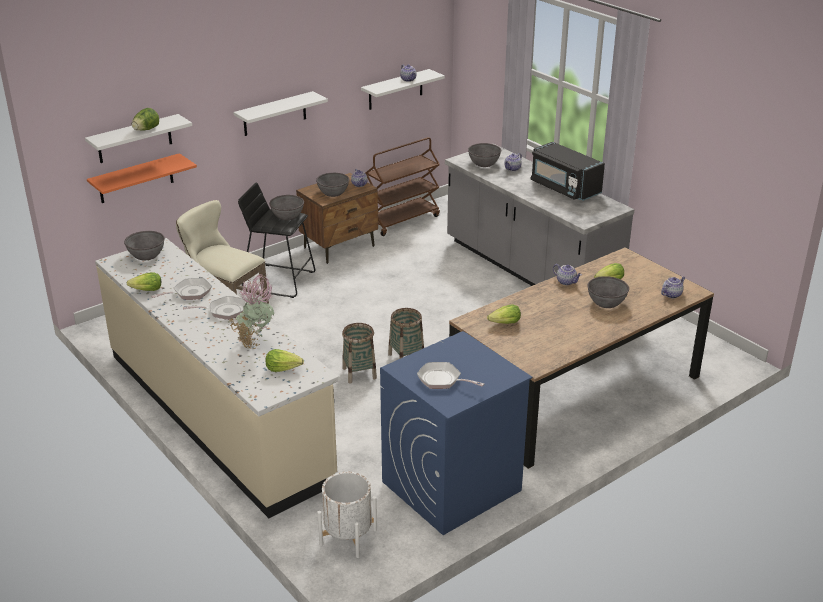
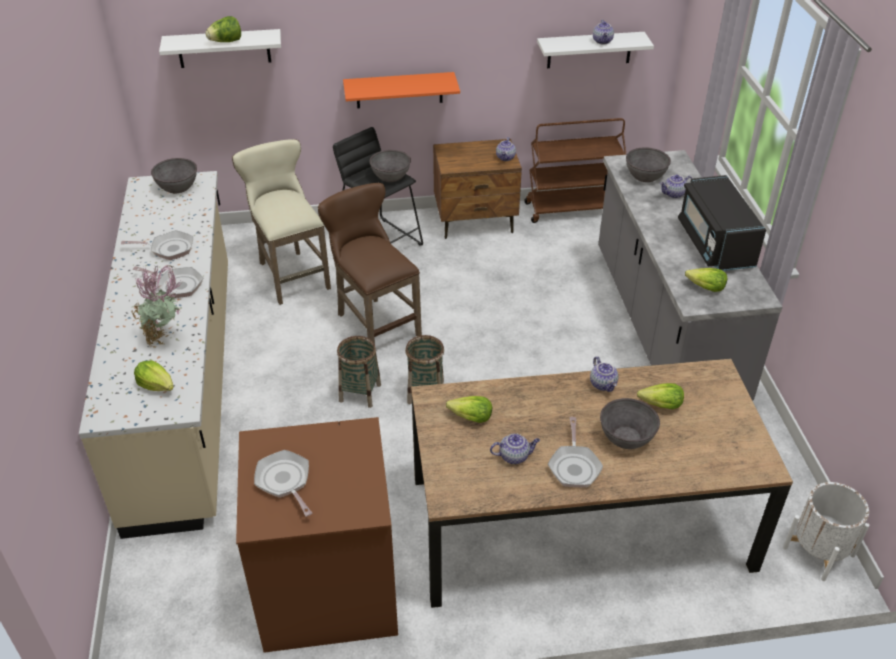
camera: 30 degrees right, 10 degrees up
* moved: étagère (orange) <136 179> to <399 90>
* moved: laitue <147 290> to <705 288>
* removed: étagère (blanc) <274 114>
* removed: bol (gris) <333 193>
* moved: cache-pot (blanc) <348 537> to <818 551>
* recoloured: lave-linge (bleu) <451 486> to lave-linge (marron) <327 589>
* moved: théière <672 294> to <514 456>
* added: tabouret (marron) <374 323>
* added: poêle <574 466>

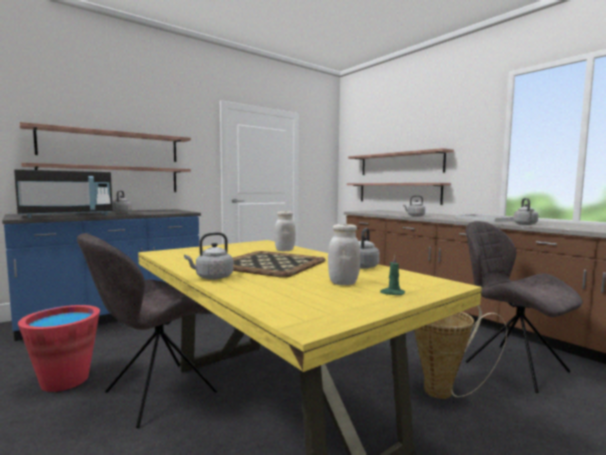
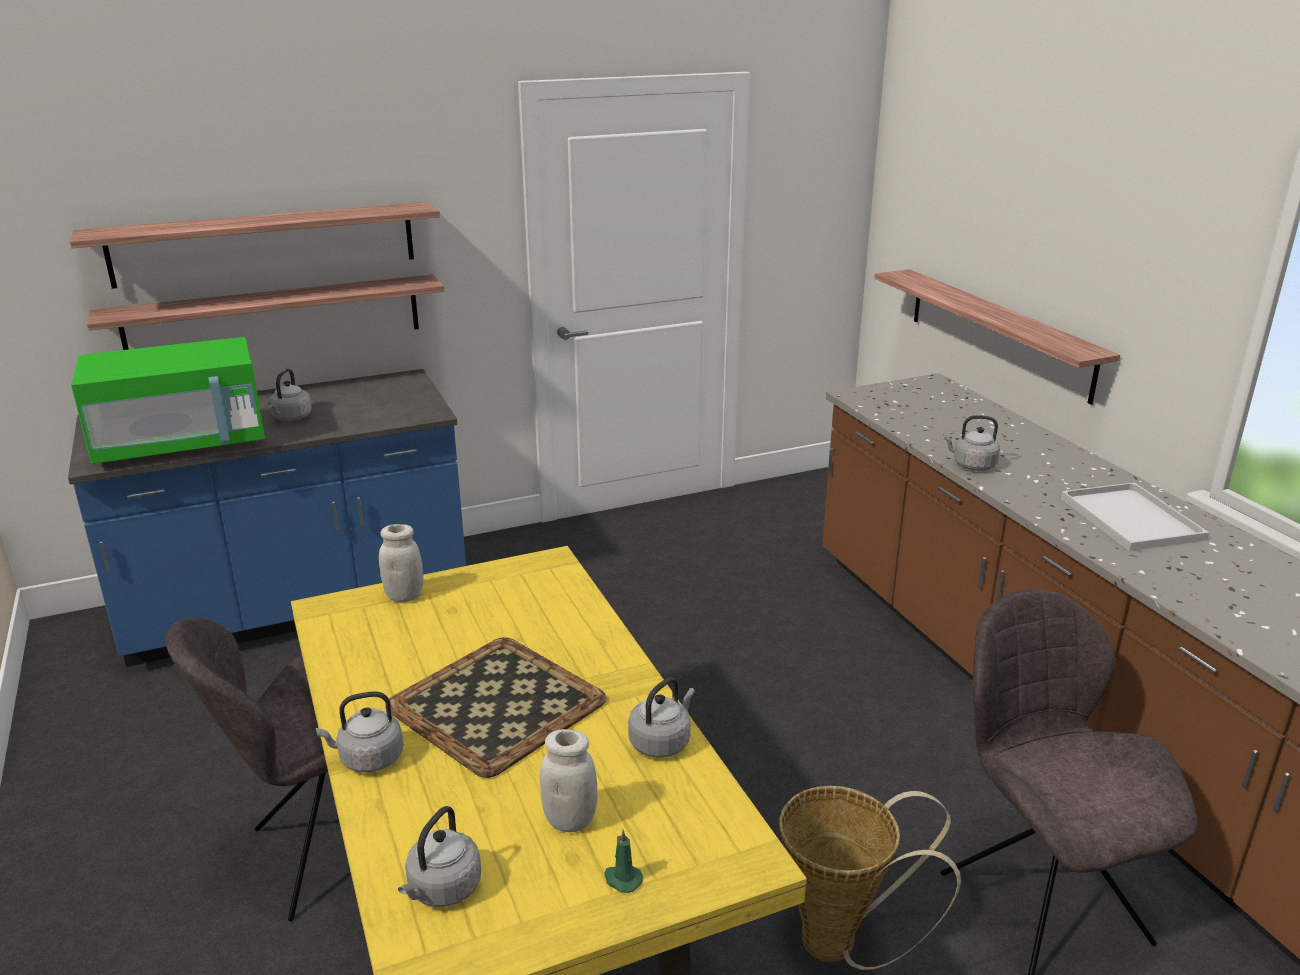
camera: 15 degrees right, 20 degrees up
* recoloured: micro-ondes (noir) <67 215> to micro-ondes (vert) <182 444>
* removed: seau (rouge) <65 380>
* moved: bocal (blanc) <284 250> to <404 596>
* removed: étagère <400 163>
* moved: bouilloire (gris) <525 224> to <442 890>

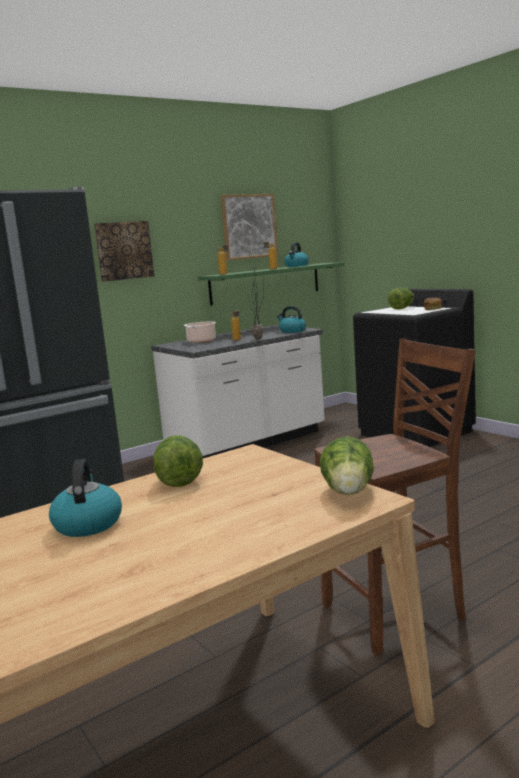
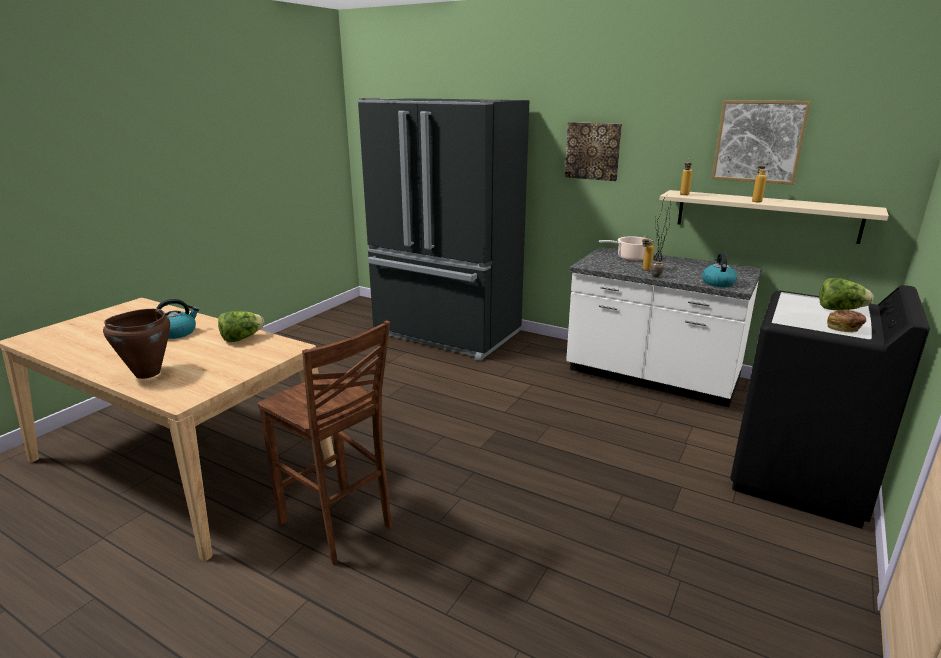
camera: 65 degrees right, 10 degrees up
* recoloured: étagère (vert) <265 283> to étagère (beige) <766 215>
* removed: bouilloire <296 266>
* removed: laitue <349 493>
* added: marmite (marron) <147 373>

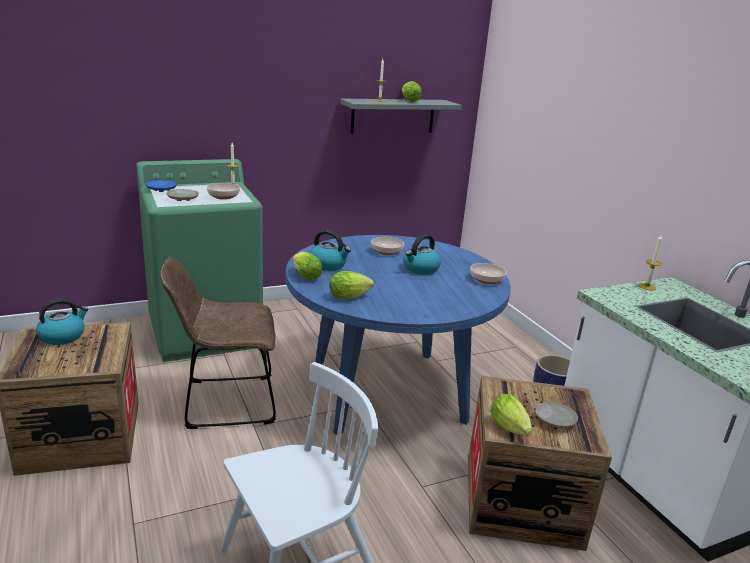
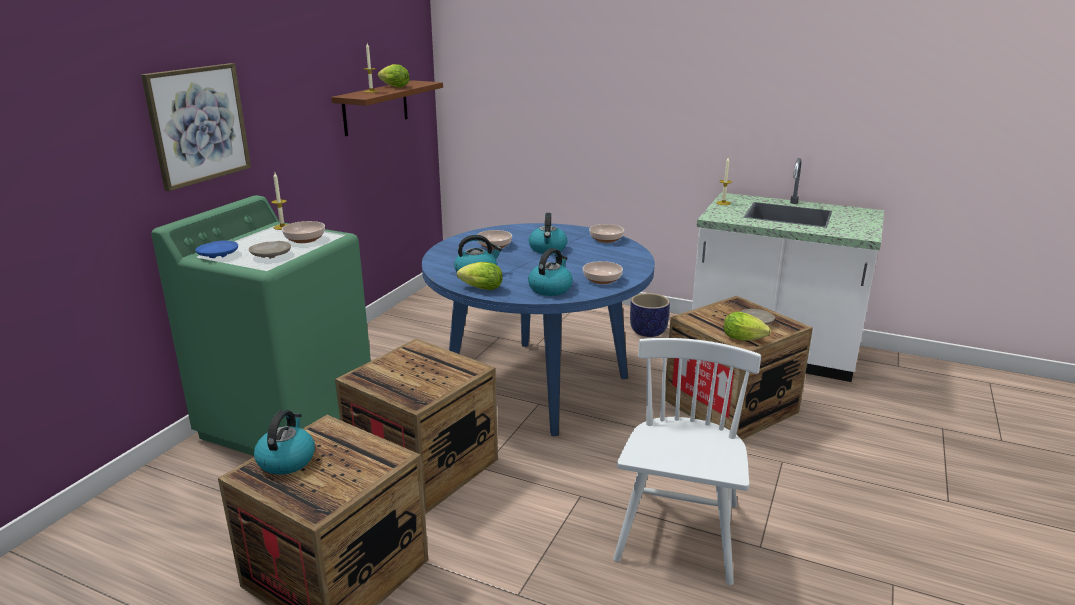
camera: 40 degrees left, 0 degrees up
* replaced: chaise (marron) <224 402> to caisse <423 466>
* replaced: laitue <351 297> to bouilloire <550 288>
* recoloured: étagère (gris) <393 116> to étagère (marron) <375 107>
* added: tableau <198 124>
* added: bol <601 280>

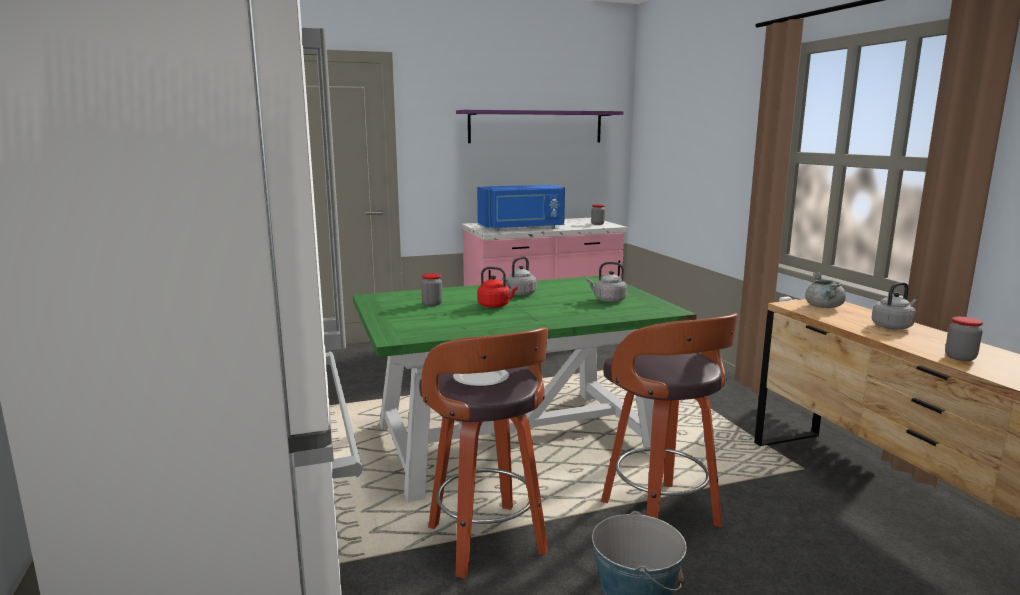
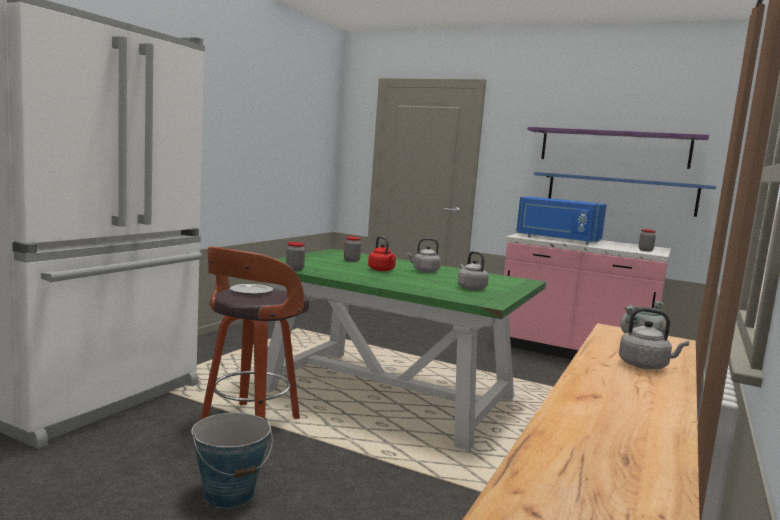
camera: 45 degrees right, 5 degrees down
* removed: tabouret <662 515>
* moved: bocal <960 357> to <294 269>
* added: étagère (bleu) <620 193>

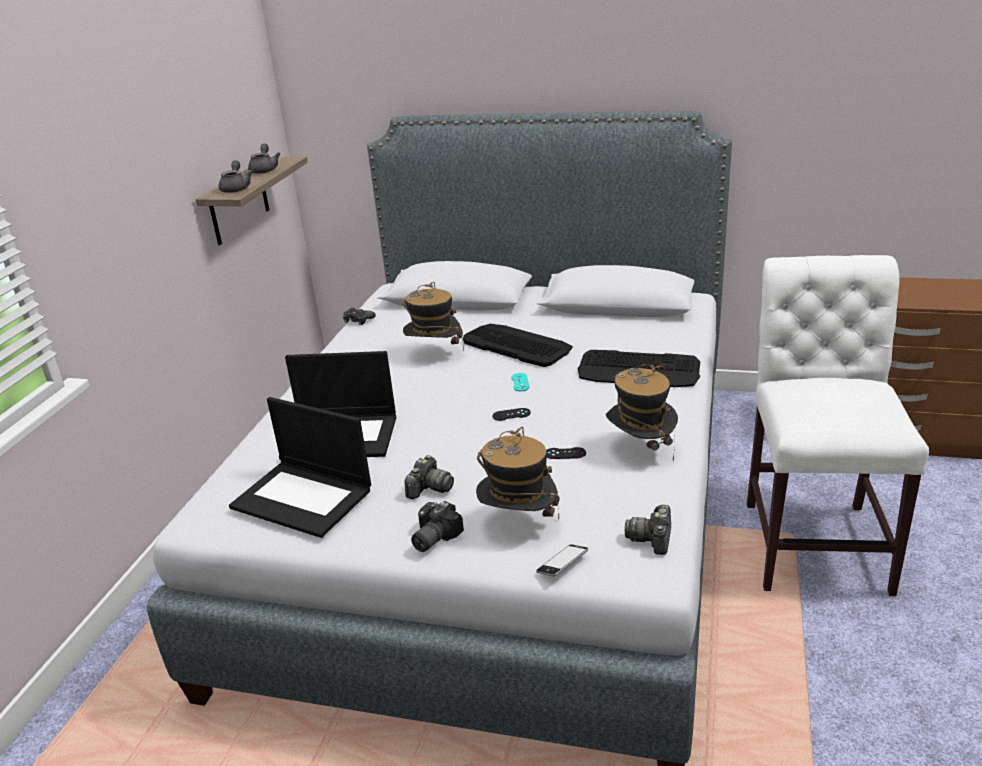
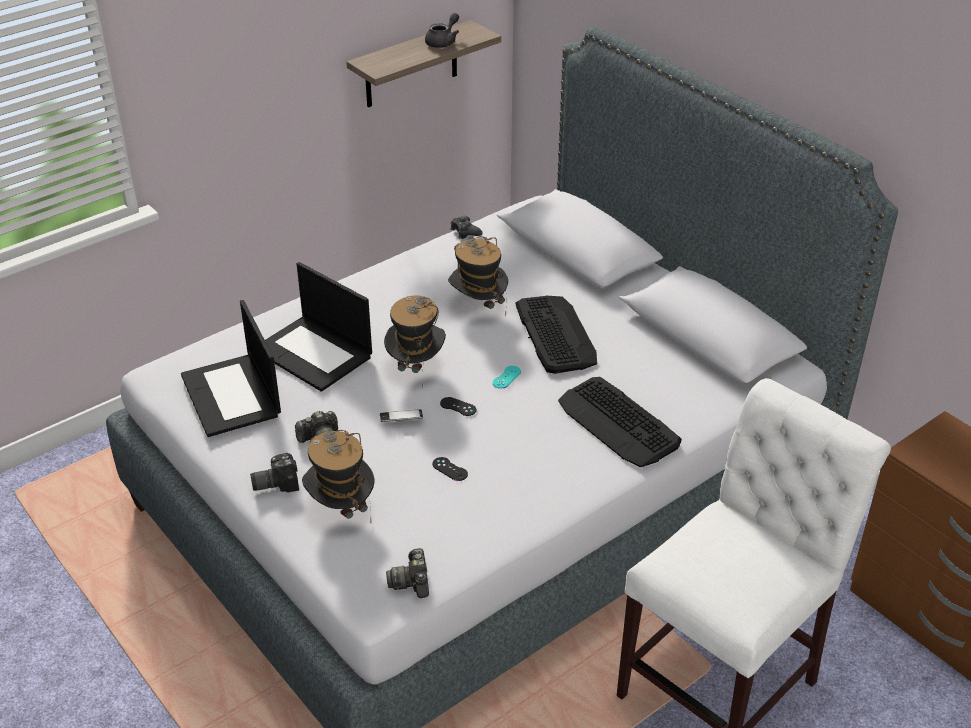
camera: 35 degrees right, 10 degrees up
* removed: théière (gris) <236 188>
* moved: téléphone <562 564> to <401 418>
* moved: chapeau <641 450> to <416 368>
* turned: appareil photo <652 538> = <411 582> 60 degrees counterclockwise

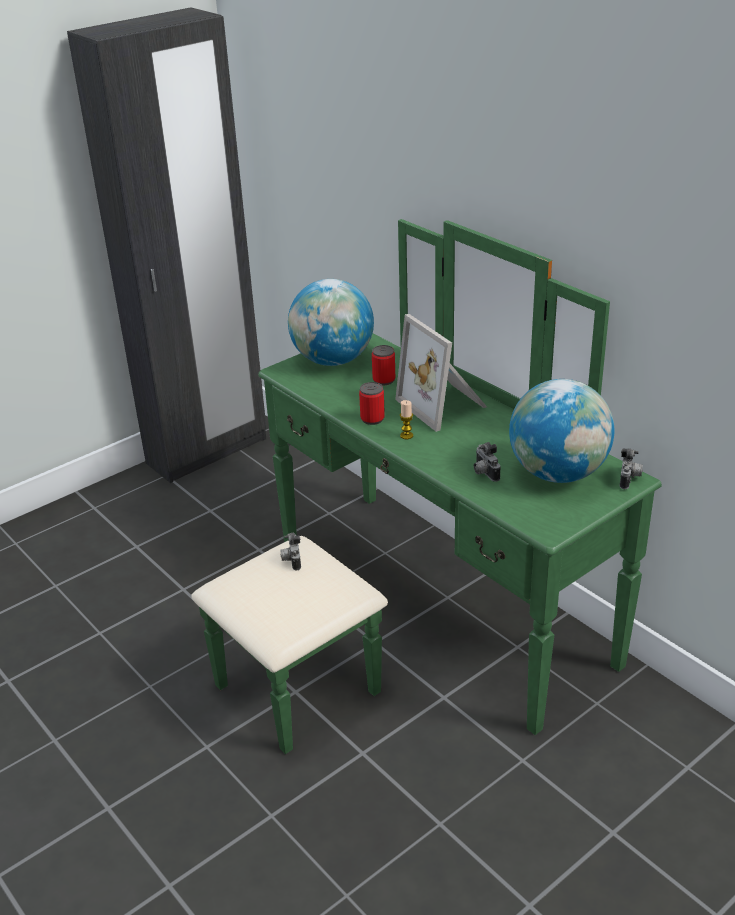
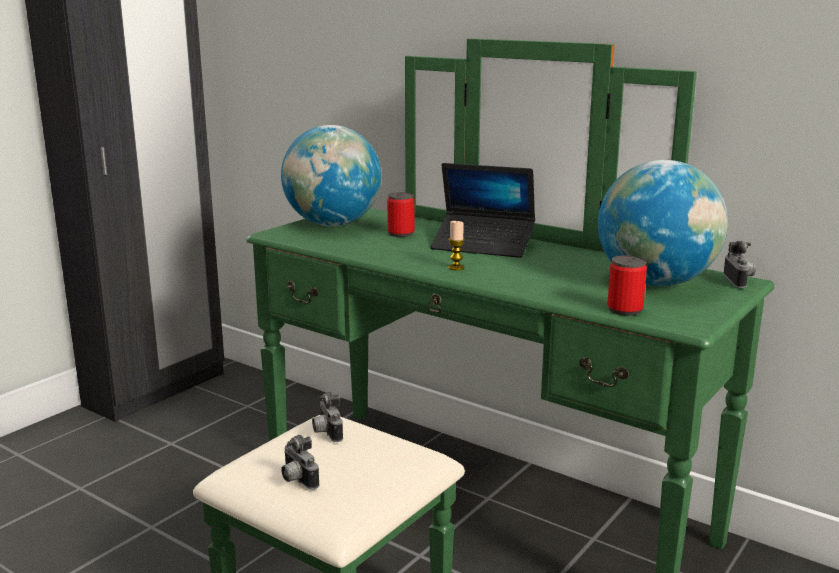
camera: 15 degrees left, 15 degrees down
* moved: boîte métallique <372 419> to <624 310>
* replaced: cadre photo <444 405> to ordinateur portable <483 245>
* moved: appareil photo <484 473> to <297 480>

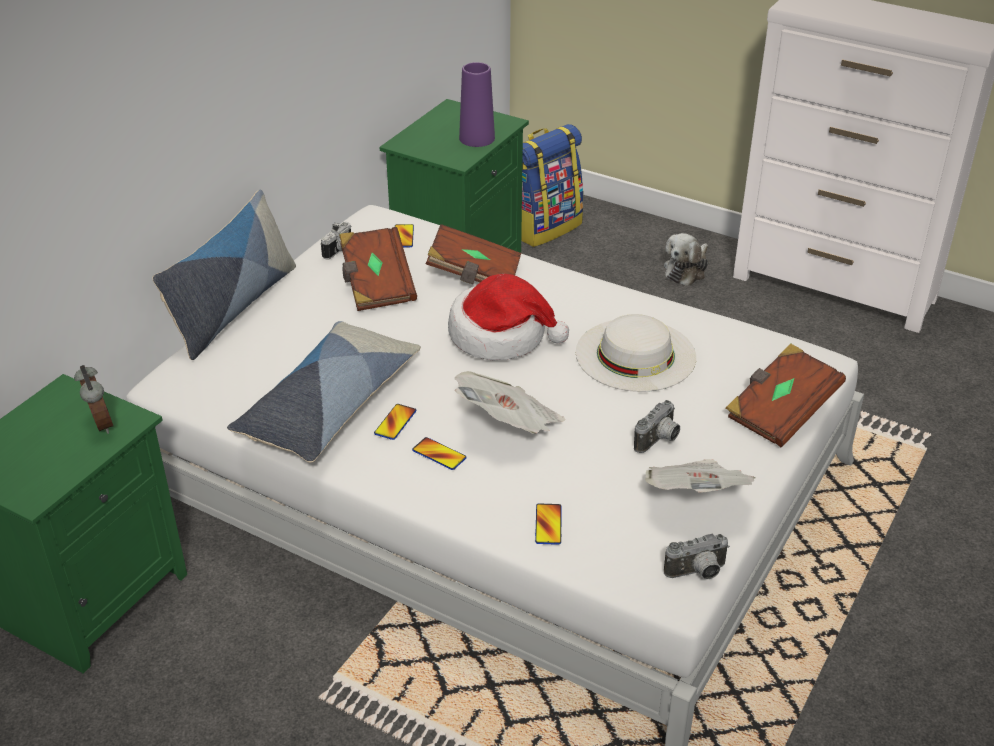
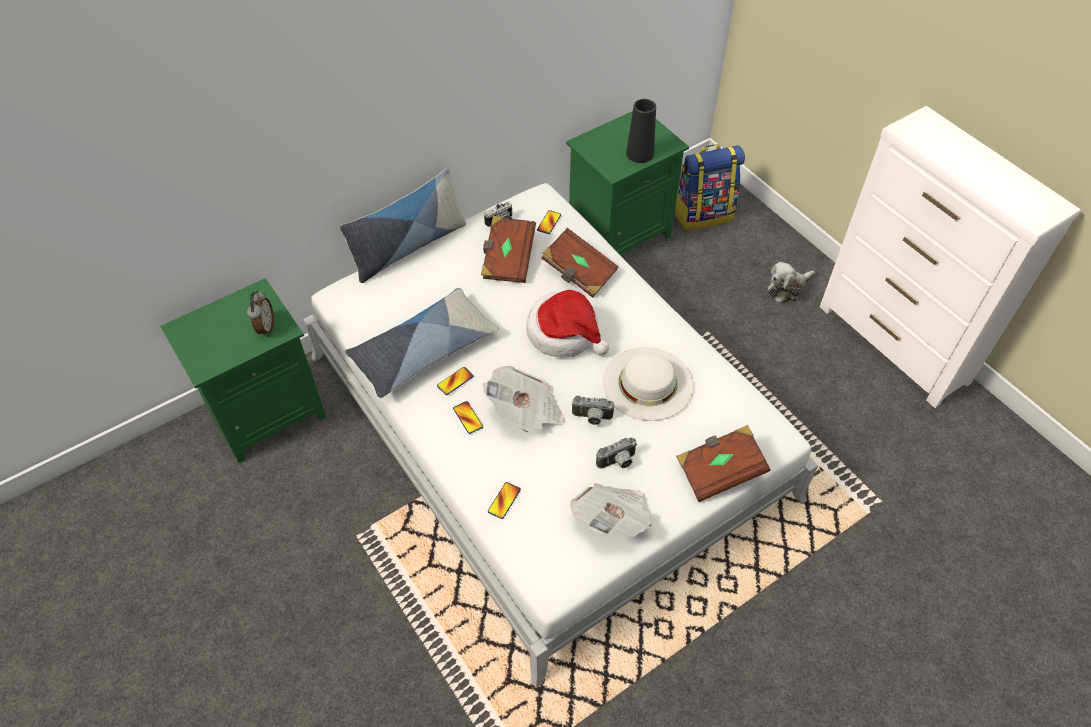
camera: 25 degrees right, 15 degrees up
* recoloured: vase (violet) <477 138> to vase (noir) <639 153>
* moved: appareil photo <697 573> to <592 418>

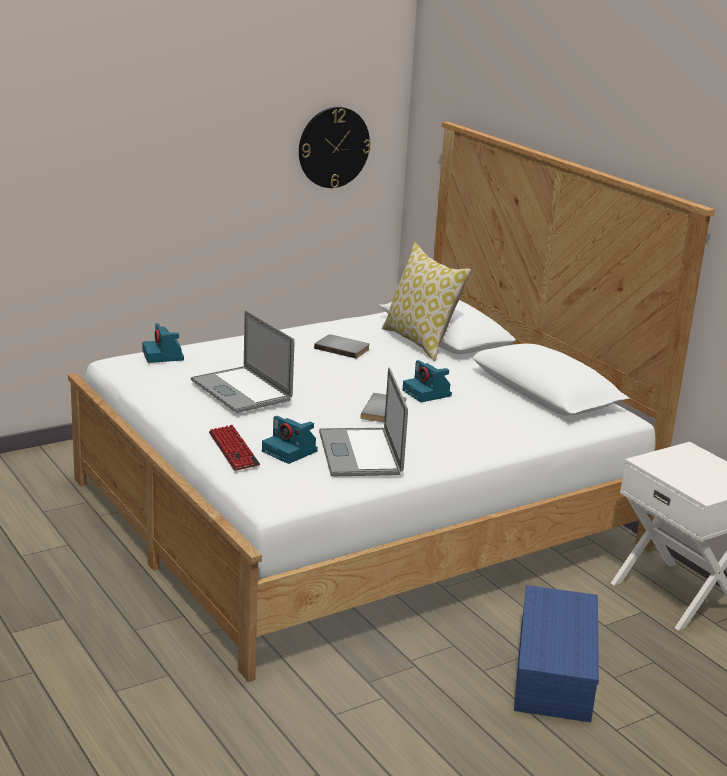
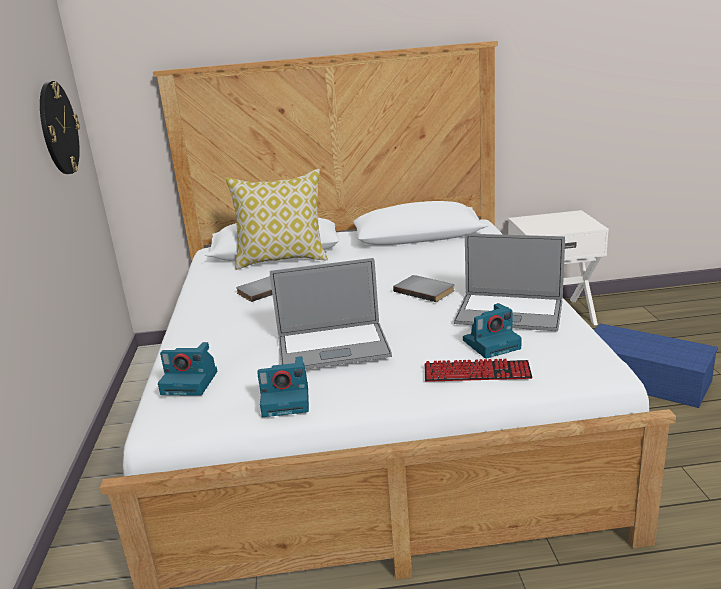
camera: 60 degrees left, 0 degrees up
* moved: appareil photo <427 393> to <287 400>

